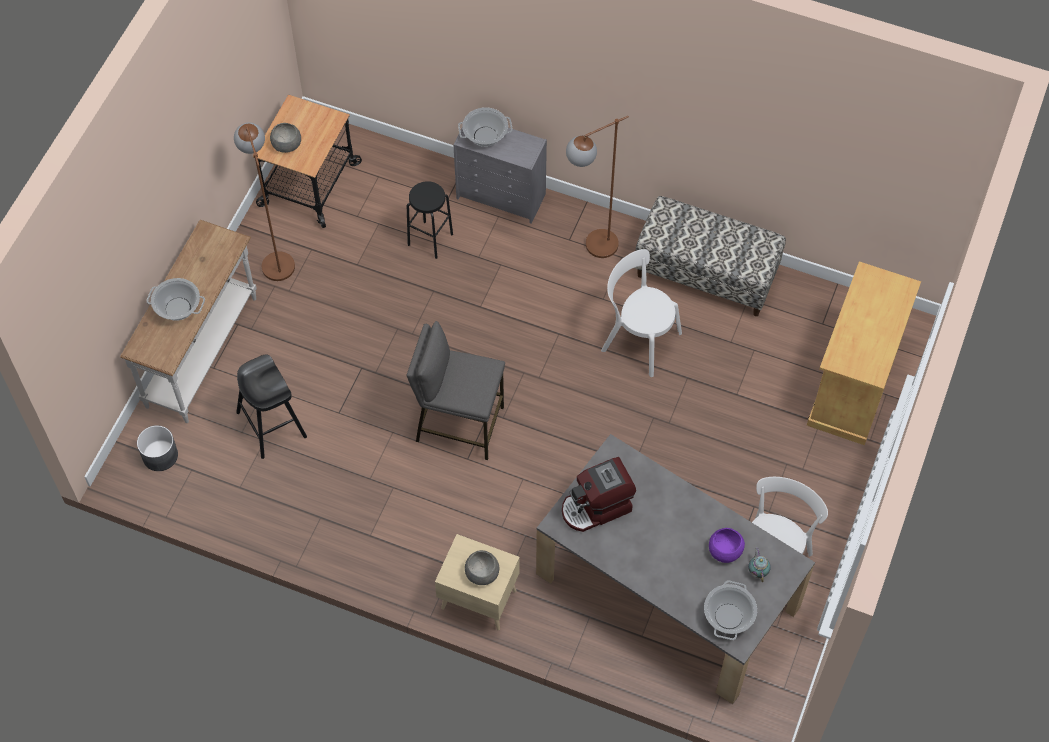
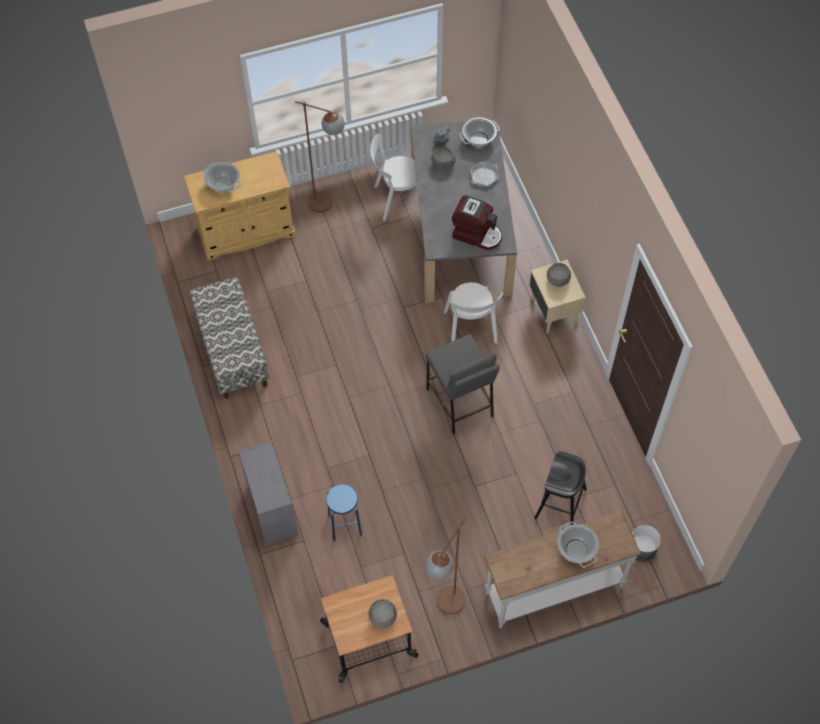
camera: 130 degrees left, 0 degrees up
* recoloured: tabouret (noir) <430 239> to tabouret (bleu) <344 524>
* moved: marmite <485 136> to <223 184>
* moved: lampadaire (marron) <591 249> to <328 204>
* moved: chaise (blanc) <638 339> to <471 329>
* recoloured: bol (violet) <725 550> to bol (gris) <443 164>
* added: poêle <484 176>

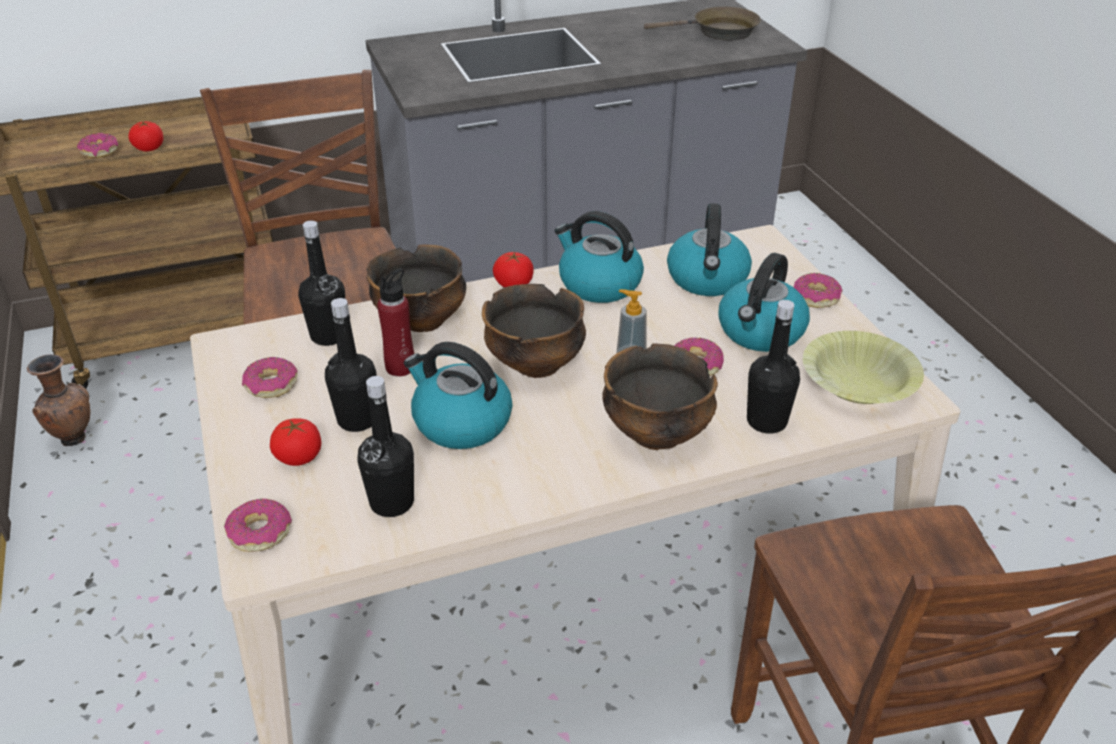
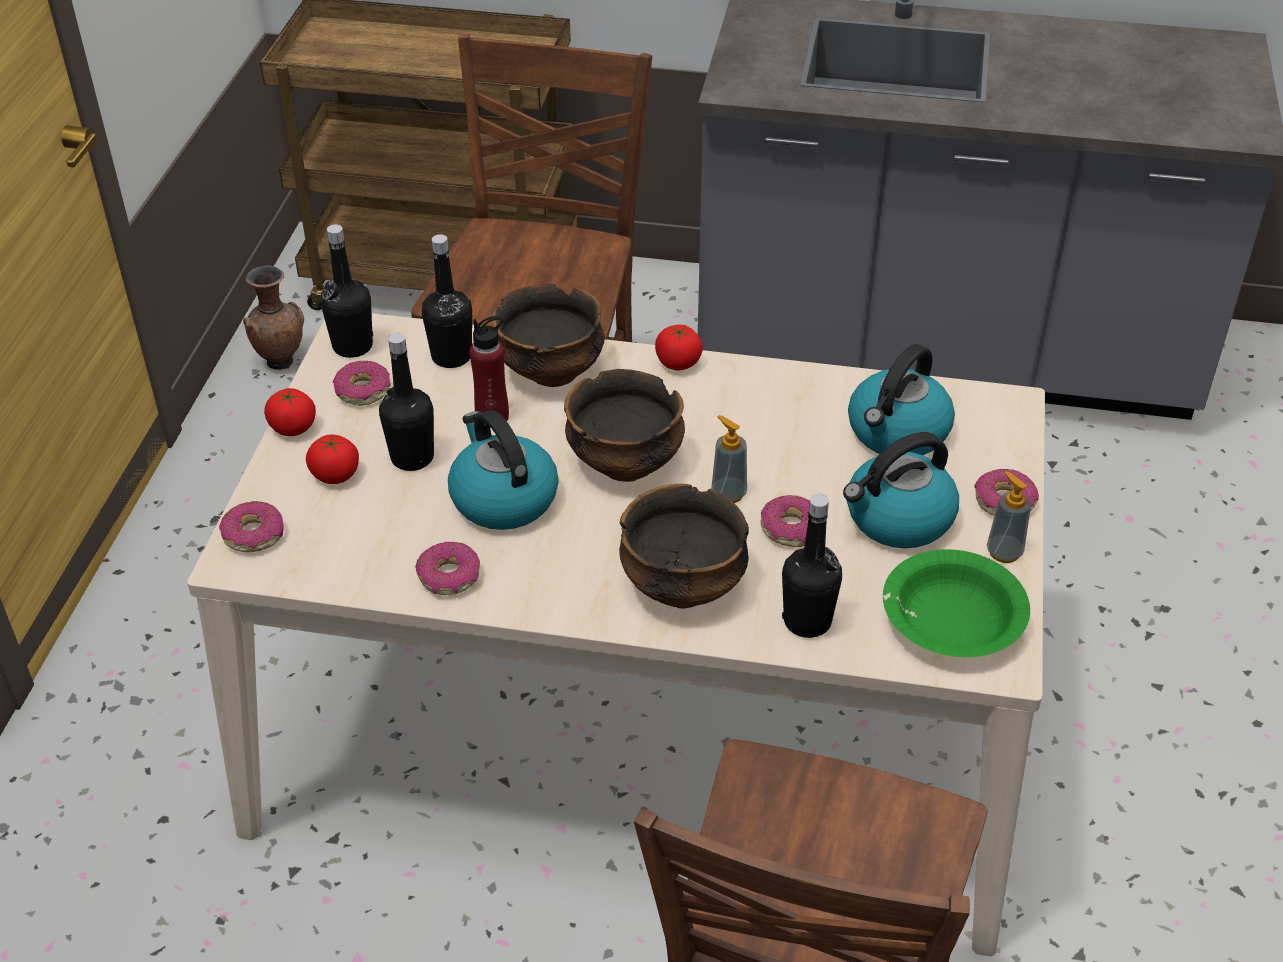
camera: 30 degrees right, 5 degrees up
* moved: beignet <100 152> to <449 577>
* moved: tomate <149 148> to <293 428>
* moved: bouteille (noir) <392 502> to <352 346>
* removed: bouilloire <598 284>
* removed: poêle (marron) <719 32>
* recoloured: bol (jaune) <858 382> to bol (vert) <952 620>
* added: distributeur de savon <1004 552>

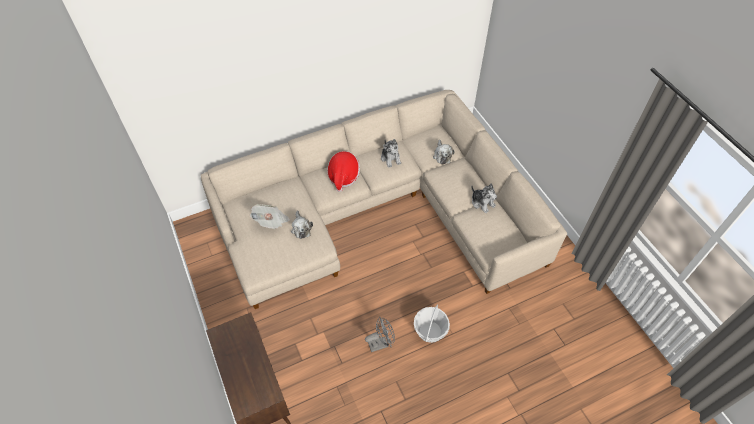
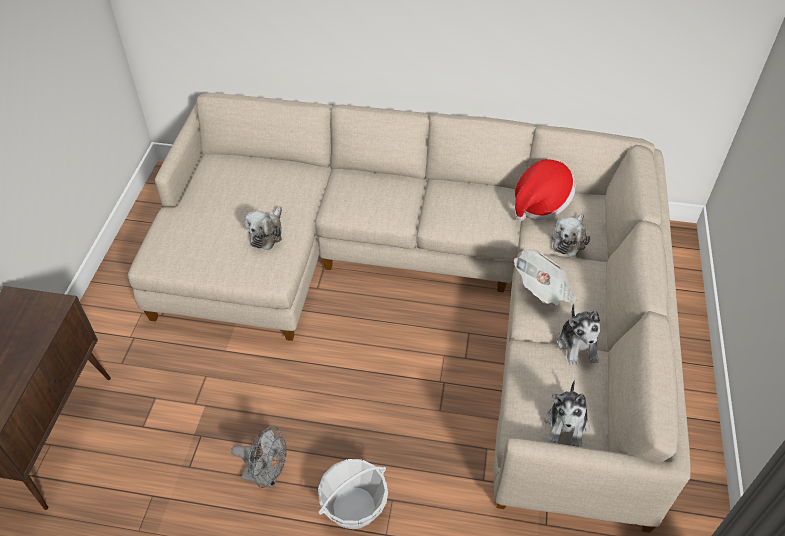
camera: 35 degrees right, 5 degrees down
* moved: journal <271 222> to <543 290>
* moved: chapeau <343 176> to <540 204>
* moved: peluche <390 158> to <566 425>

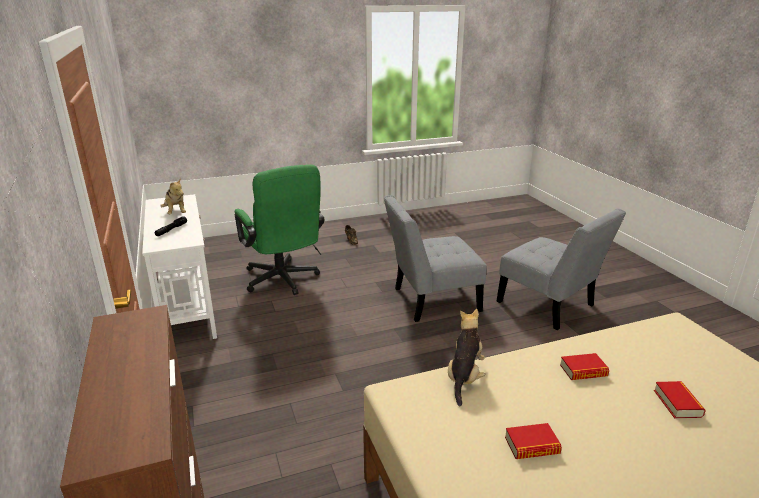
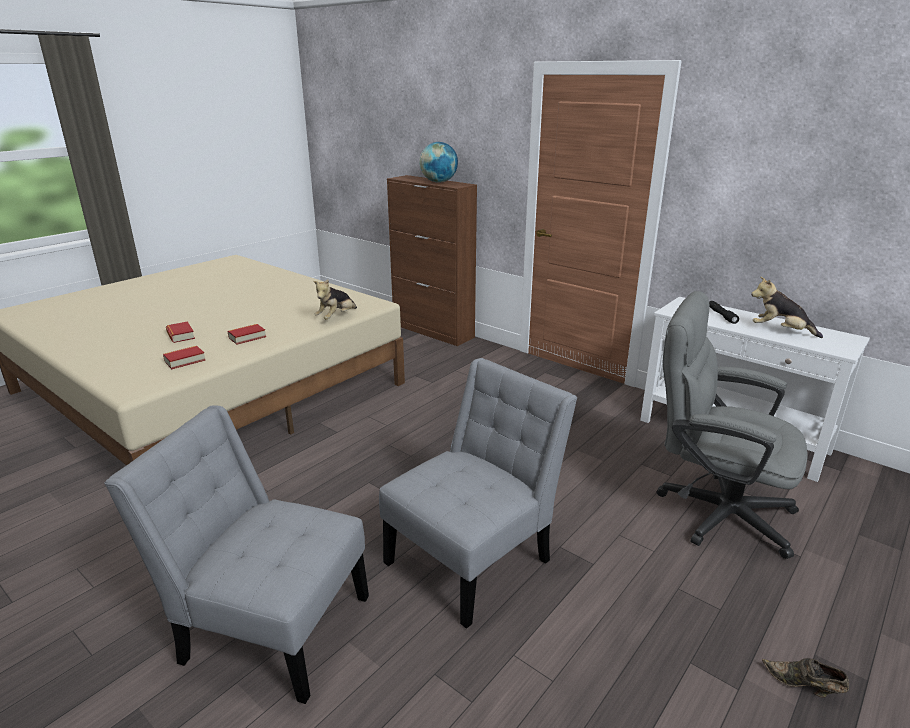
camera: 150 degrees right, 0 degrees up
* recoloured: chaise de bureau (vert) <283 281> to chaise de bureau (gris) <712 510>
* turned: peluche <464 377> = <336 317> 45 degrees clockwise
* moved: livre <531 446> to <185 361>
* added: globe <438 182>

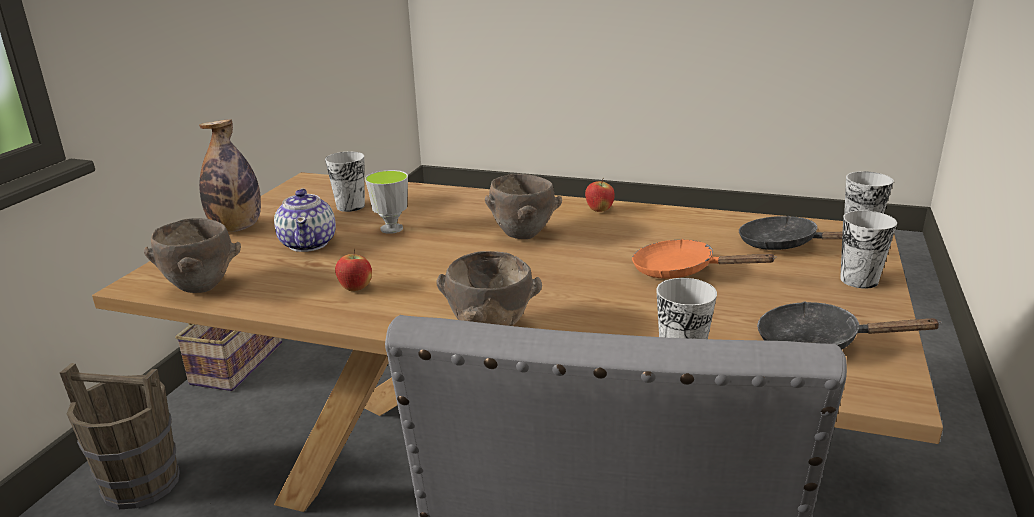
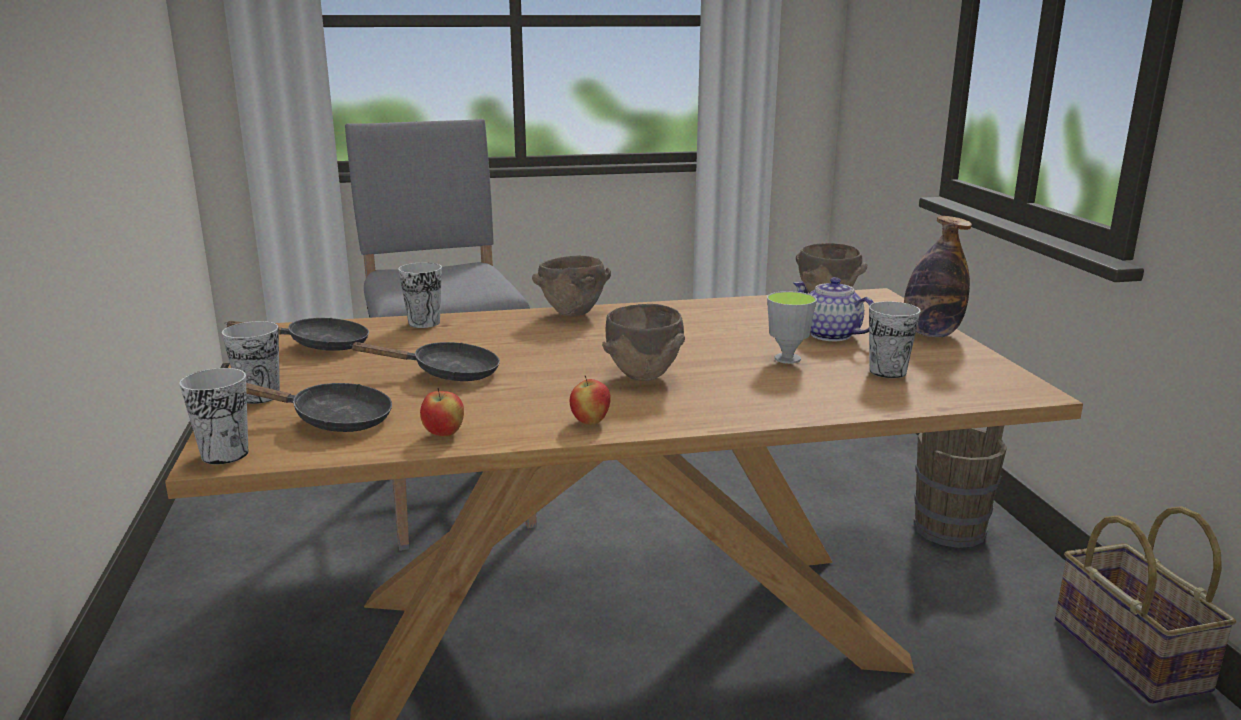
camera: 150 degrees right, 5 degrees down
* moved: pomme <355 289> to <444 434>
* recoloured: poêle (orange) <681 271> to poêle (noir) <447 373>

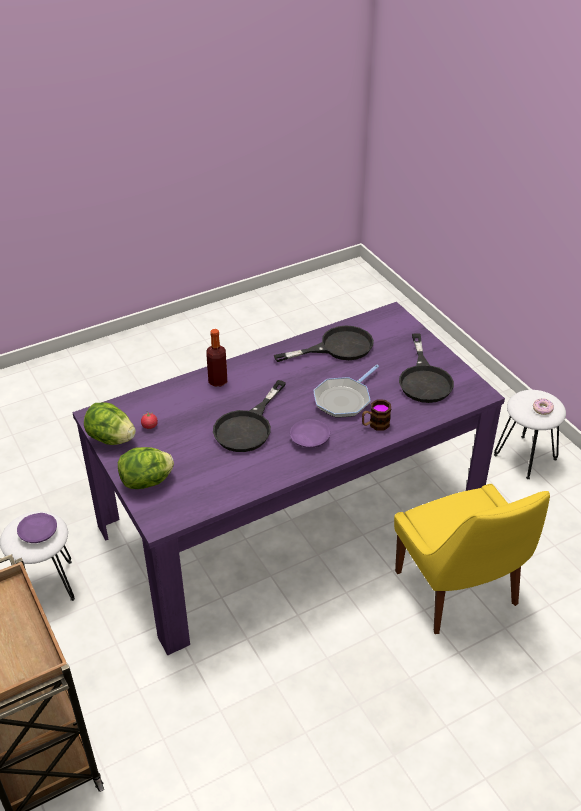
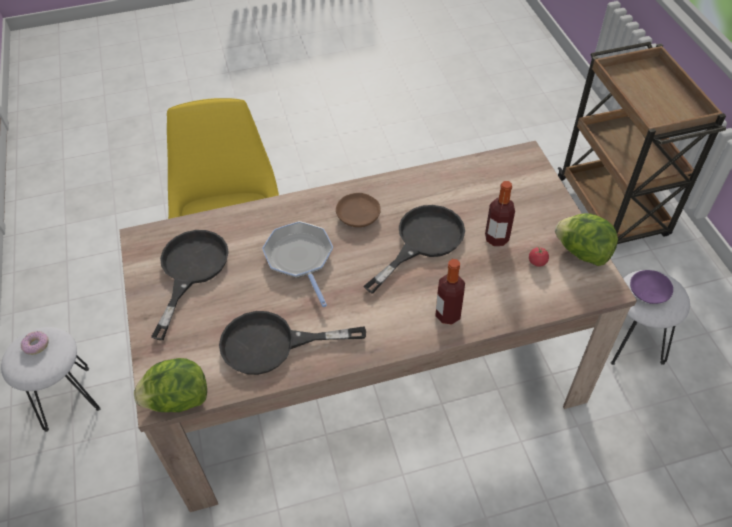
camera: 165 degrees left, 10 degrees up
* recoloured: table à manger (violet) <290 519> to table à manger (beige) <369 369>
* moved: laitue <147 482> to <177 399>
* recoloured: assiette (violet) <309 438> to assiette (marron) <358 215>
* turned: poêle <344 399> = <300 258> 75 degrees counterclockwise
* removed: mug <375 424>
* added: bouteille <496 238>

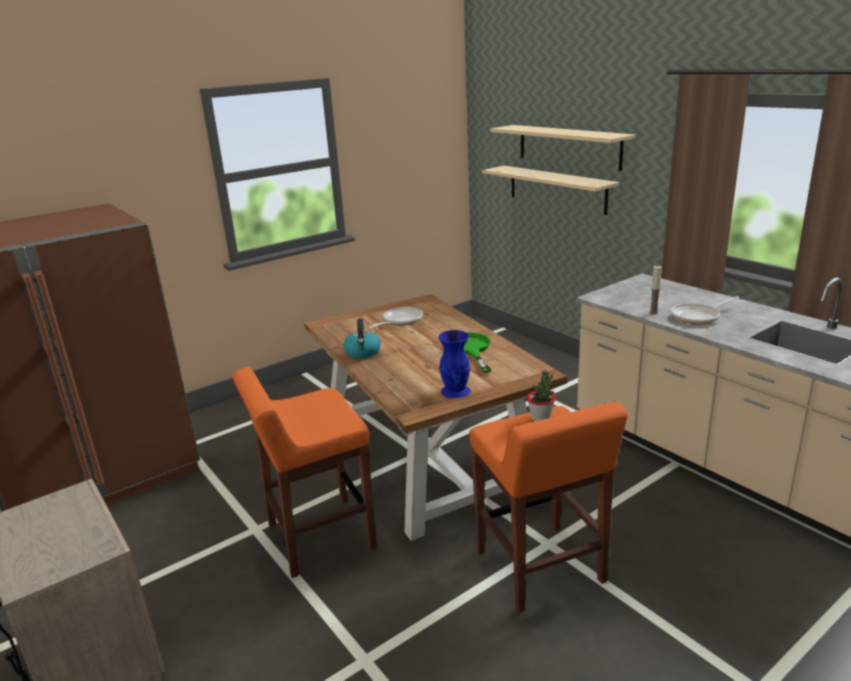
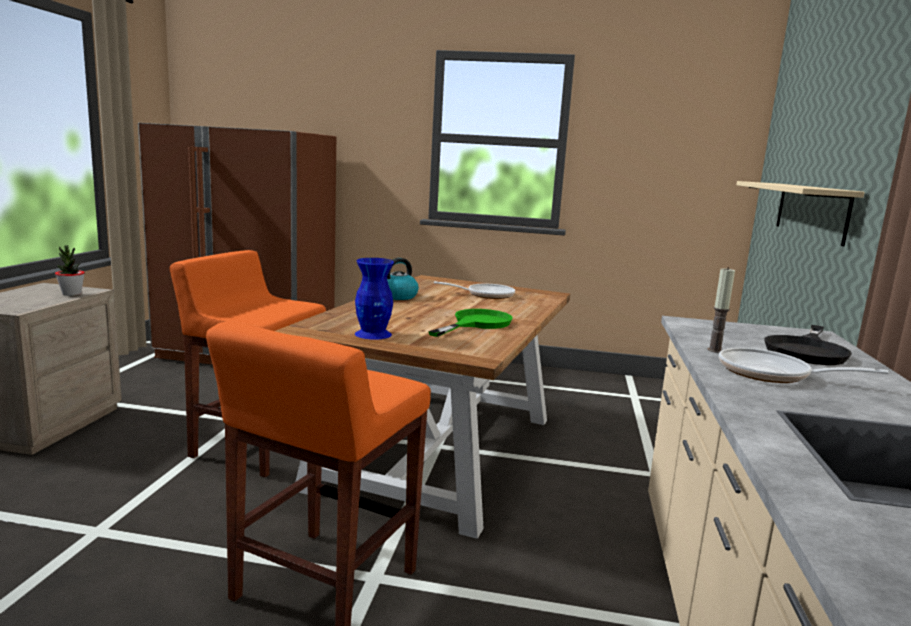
camera: 45 degrees right, 10 degrees down
* removed: étagère (beige) <568 146>
* moved: plante en pot <540 418> to <71 294>
* added: poêle (noir) <807 350>

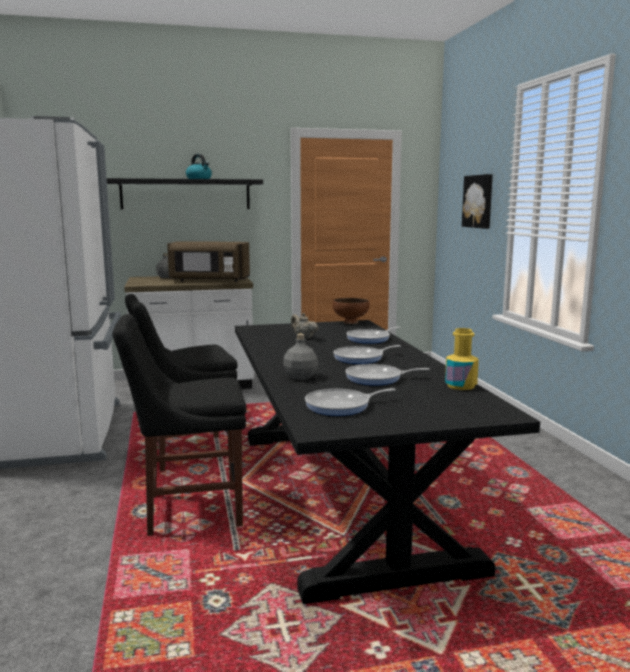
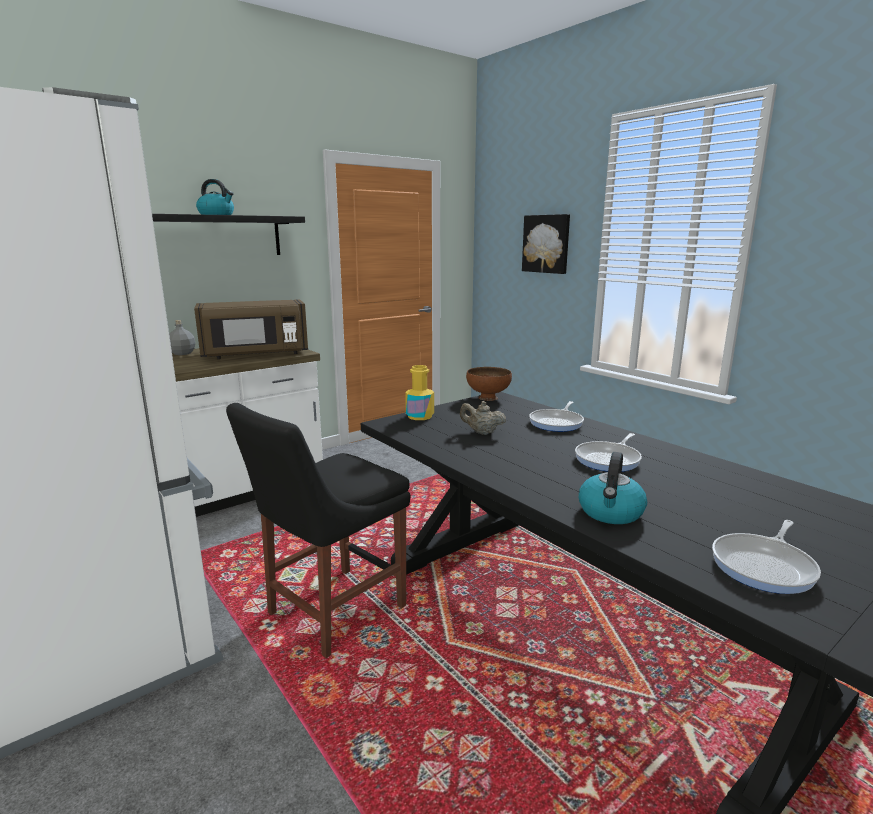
camera: 25 degrees left, 5 degrees up
* removed: chaise (noir) <188 511>
* replaced: bouteille (gris) <301 377> to bouilloire <611 512>
* removed: poêle <377 378>
* moved: bouteille (jaune) <460 386> to <420 416>

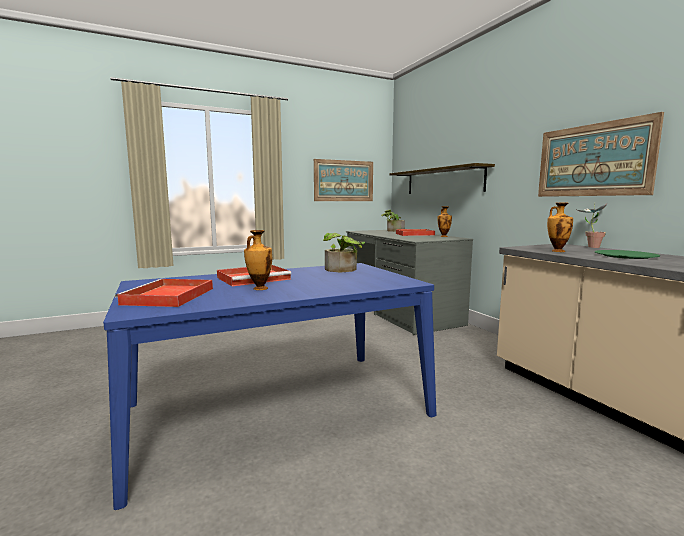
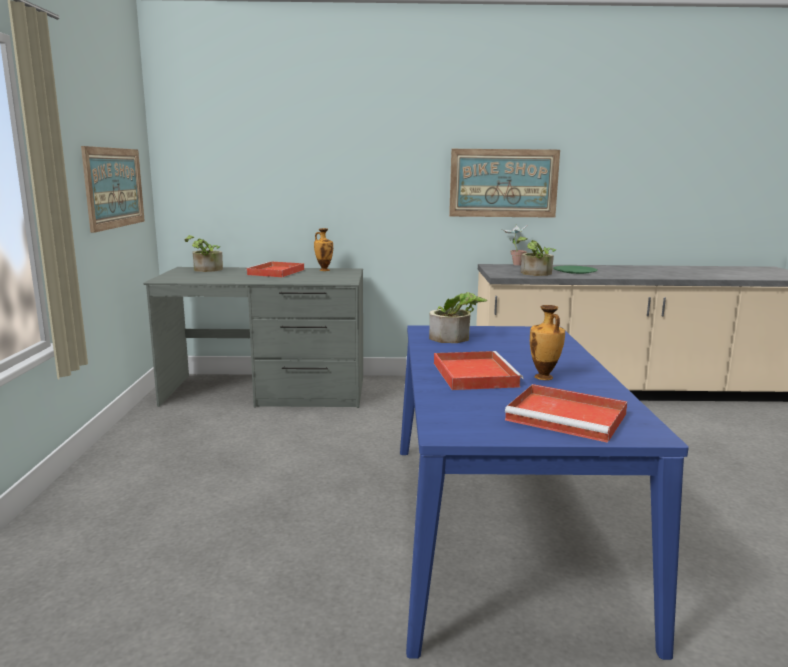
camera: 65 degrees left, 5 degrees up
* removed: étagère <443 181>
* replaced: vase <557 251> to plante en pot <534 274>

